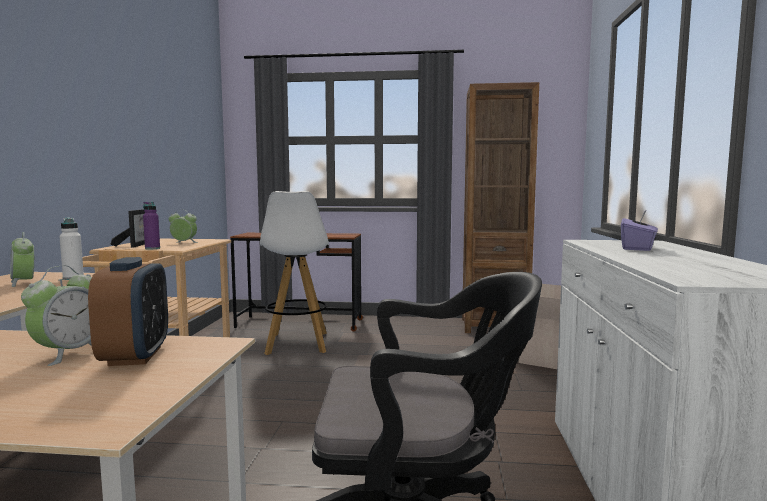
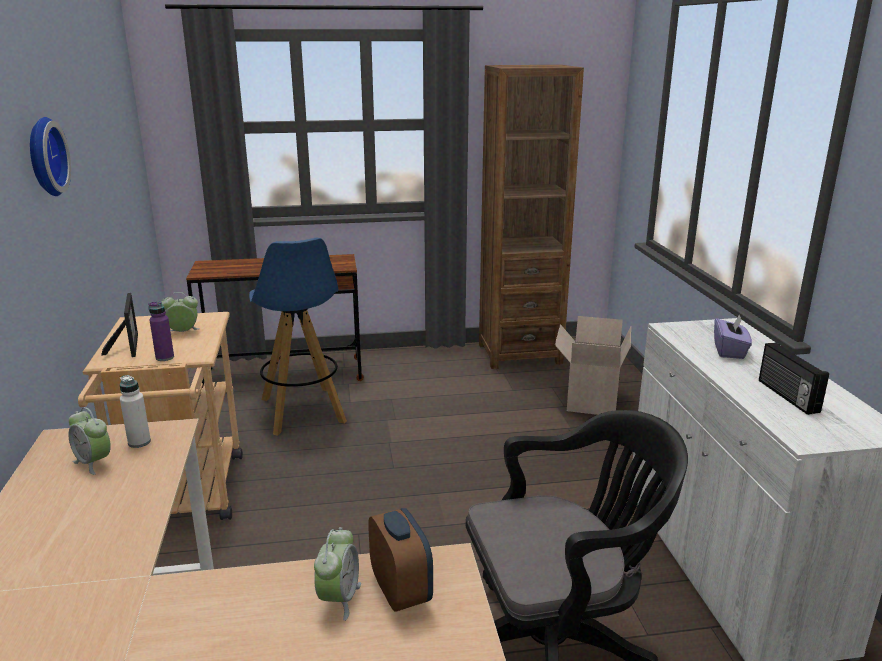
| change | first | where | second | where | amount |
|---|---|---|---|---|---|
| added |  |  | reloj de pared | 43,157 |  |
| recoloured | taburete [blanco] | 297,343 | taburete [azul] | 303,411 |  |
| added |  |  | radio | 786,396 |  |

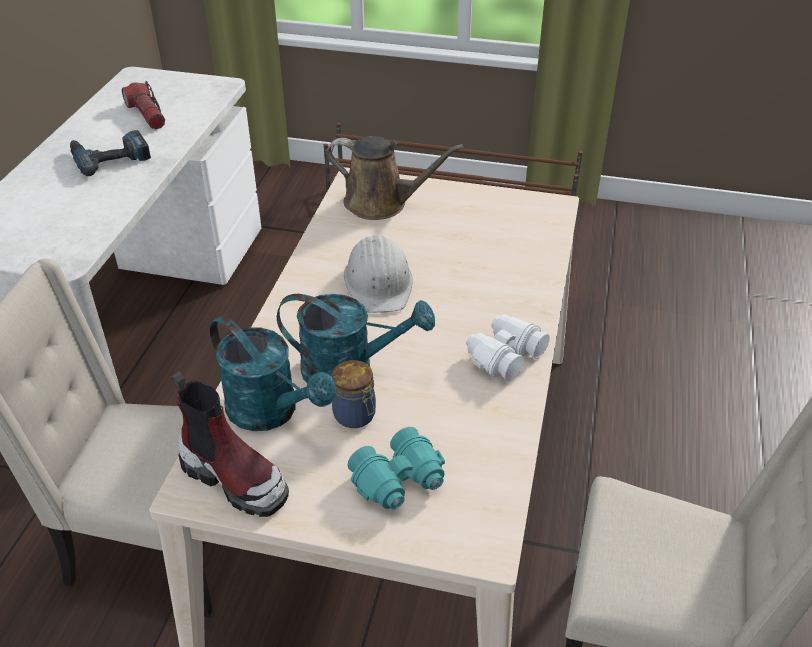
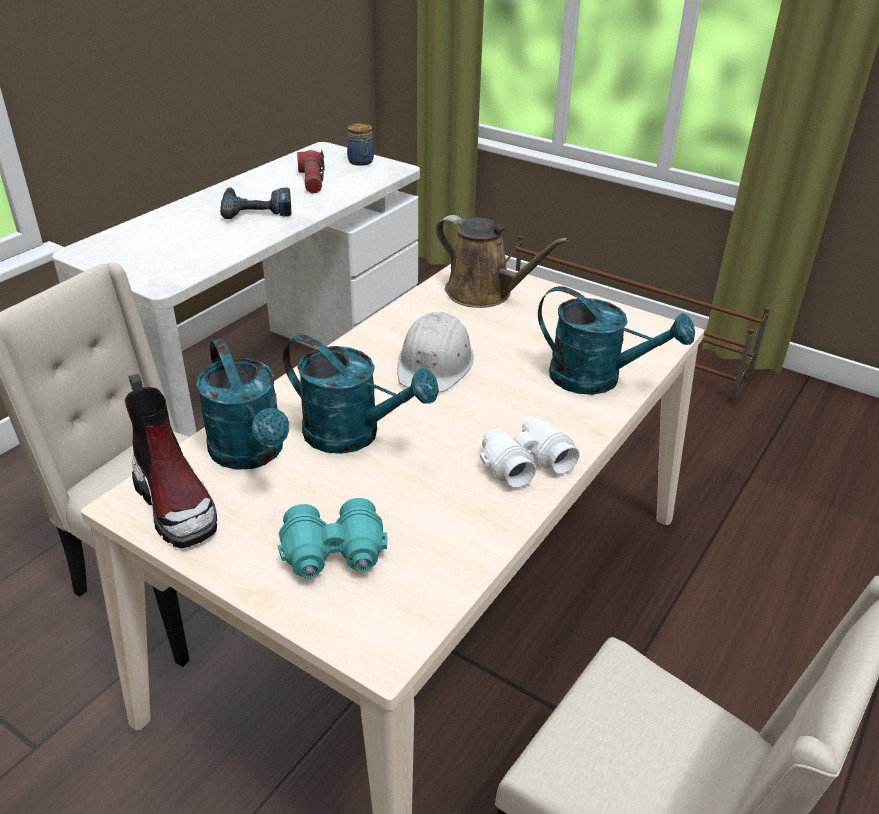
| change | first | where | second | where | amount |
|---|---|---|---|---|---|
| moved | tarro | 356,416 |  | 361,162 |  |
| added |  |  | regadera [turquesa] | 597,379 |  |

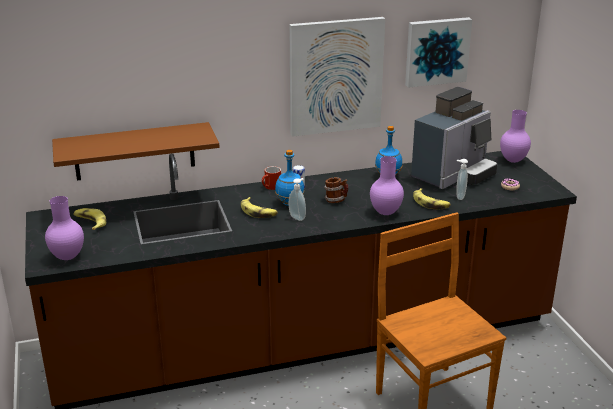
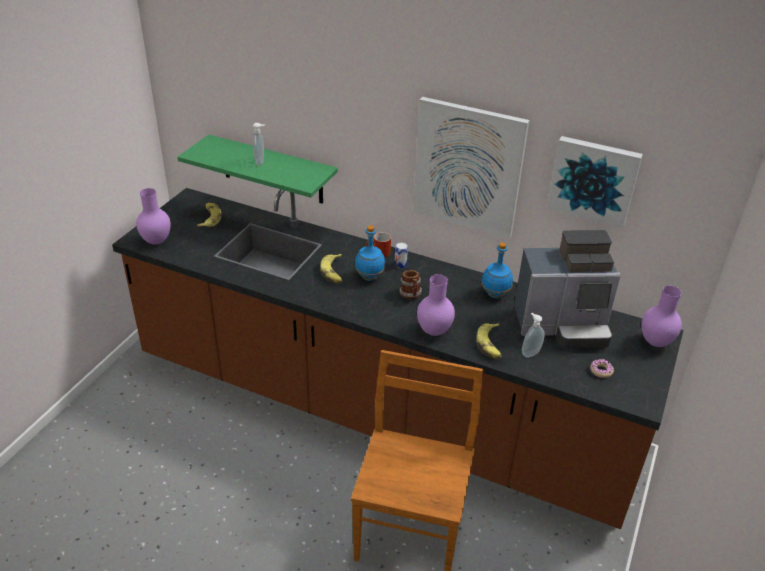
| change | first | where | second | where | amount |
|---|---|---|---|---|---|
| recoloured | estante [marrón] | 134,151 | estante [verde] | 272,170 |  |
| moved | dispensador de jabón | 298,217 |  | 260,162 |  |

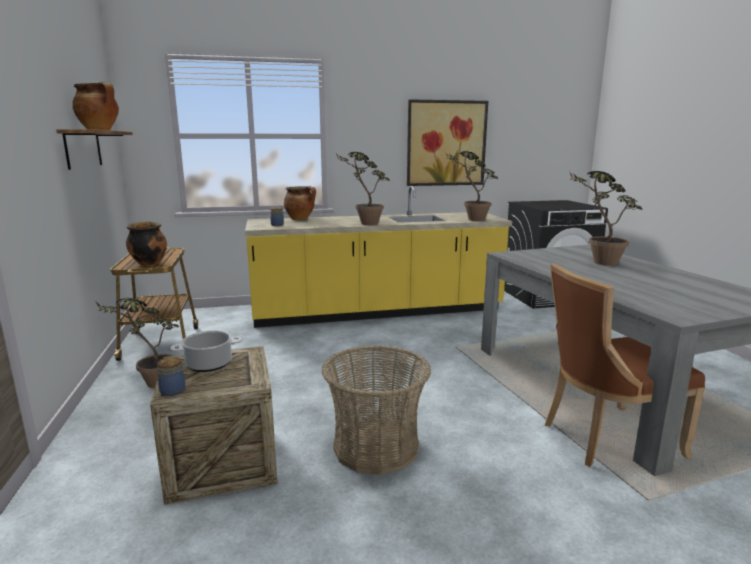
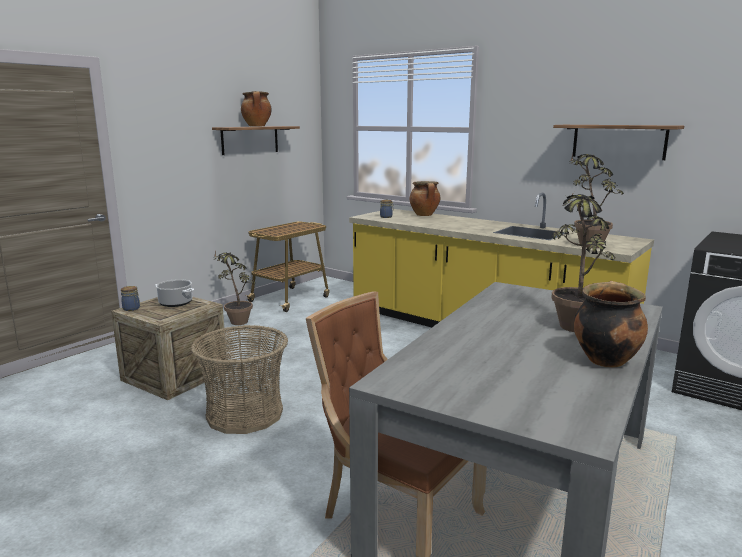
| change | first | where | second | where | amount |
|---|---|---|---|---|---|
| replaced | cuadro | 446,143 | estante | 618,141 |  |
| moved | olla | 149,263 |  | 605,359 |  |
| removed | planta en maceta | 363,223 |  |  |  |

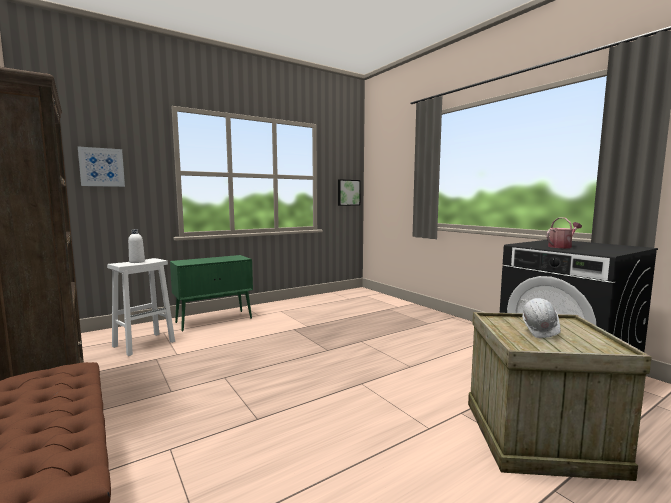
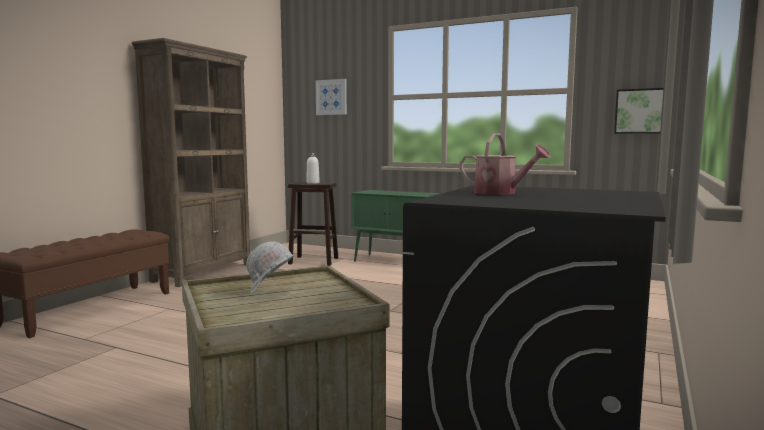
| change | first | where | second | where | amount |
|---|---|---|---|---|---|
| recoloured | taburete [blanco] | 145,344 | taburete [marrón] | 314,261 |  |

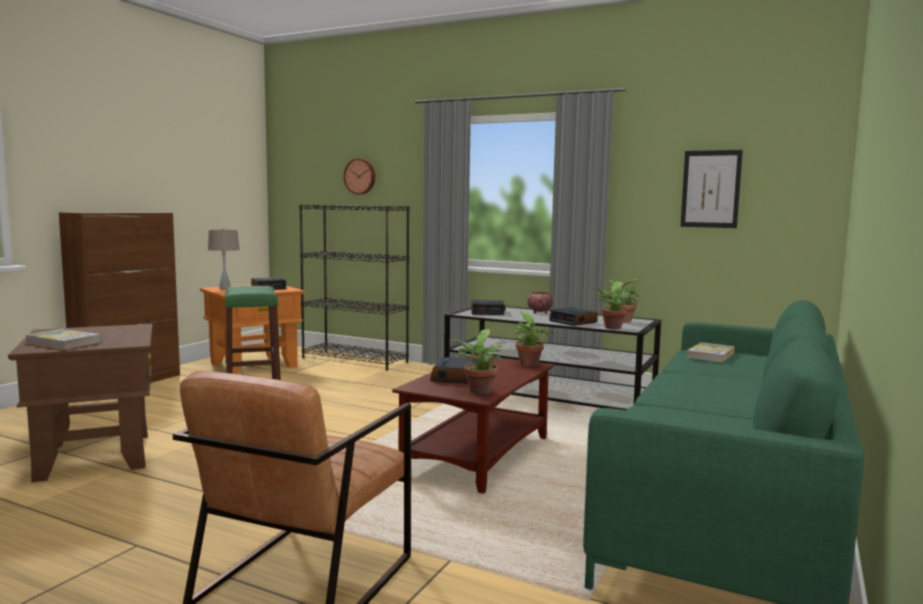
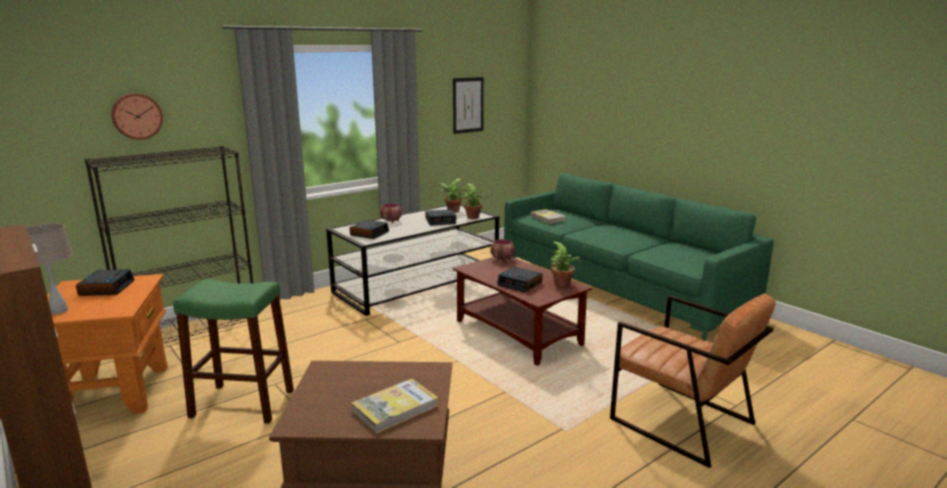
| change | first | where | second | where | amount |
|---|---|---|---|---|---|
| replaced | planta en maceta | 530,365 | cuenco | 502,259 |  |

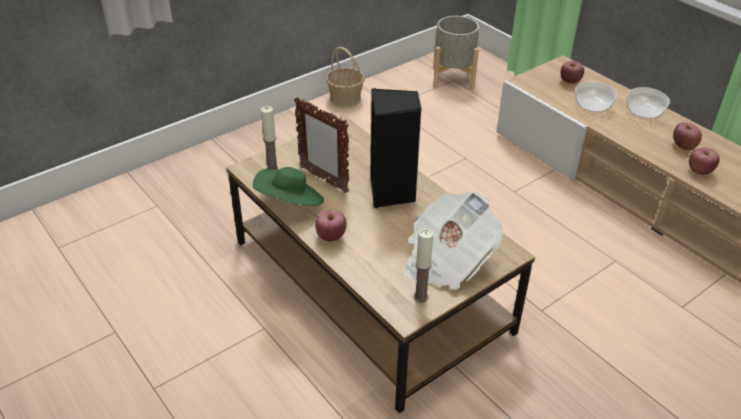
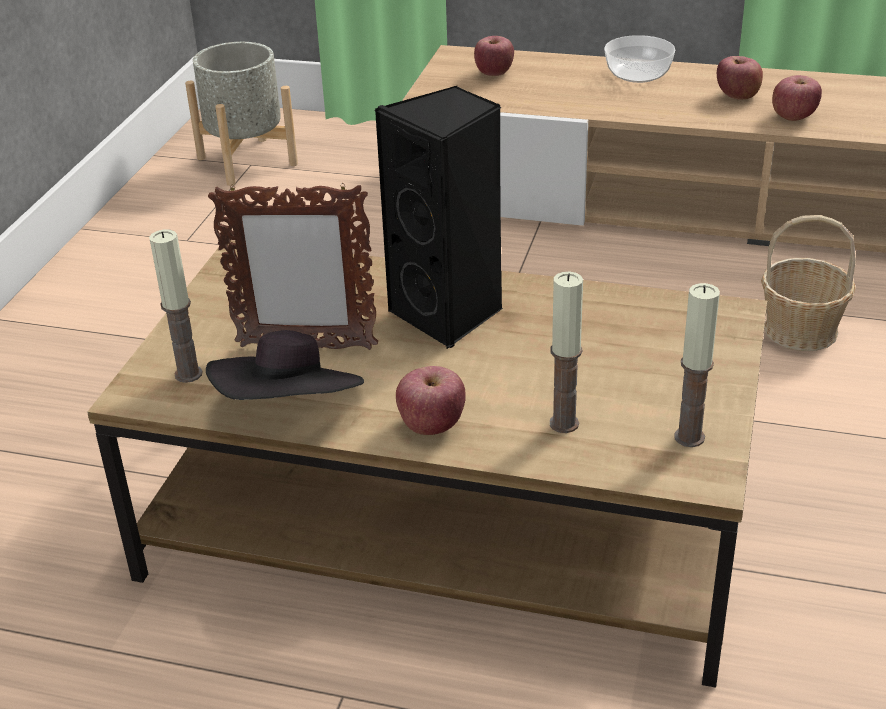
| change | first | where | second | where | amount |
|---|---|---|---|---|---|
| recoloured | sombrero [verde] | 290,203 | sombrero [negro] | 291,410 |  |
| added |  |  | vela | 564,423 |  |
| moved | cesta | 345,99 |  | 801,330 |  |
| removed | periódico | 447,259 |  |  |  |
| removed | cuenco | 592,105 |  |  |  |

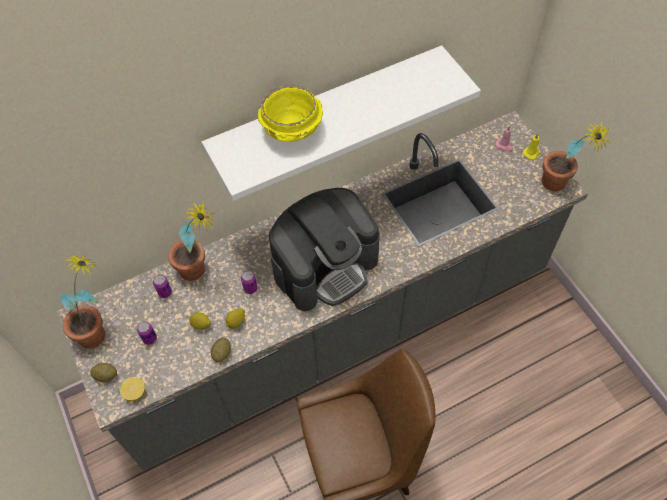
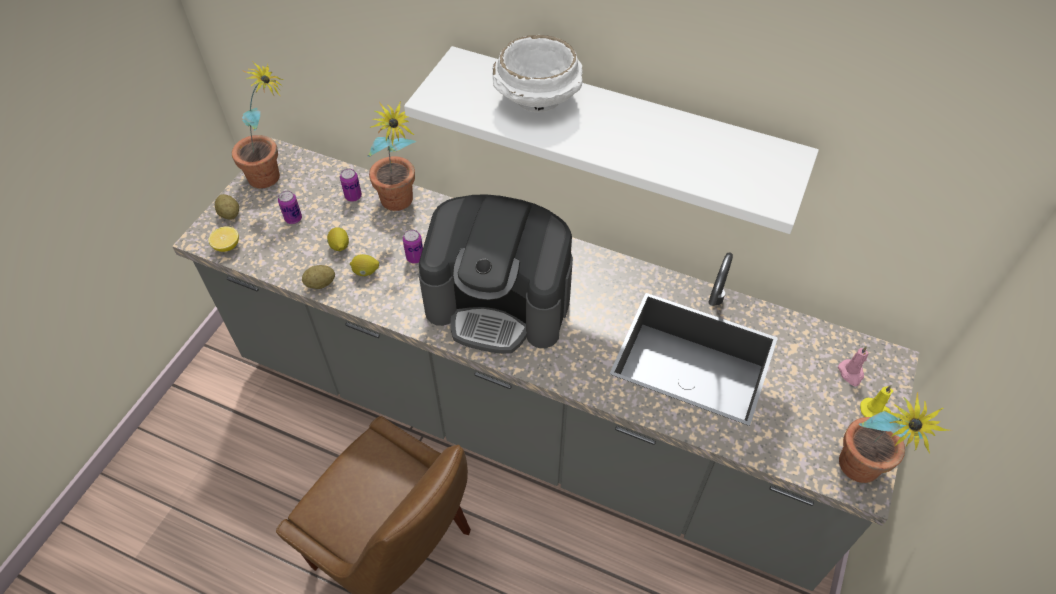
| change | first | where | second | where | amount |
|---|---|---|---|---|---|
| recoloured | cuenco [amarillo] | 292,130 | cuenco [blanco] | 537,99 |  |

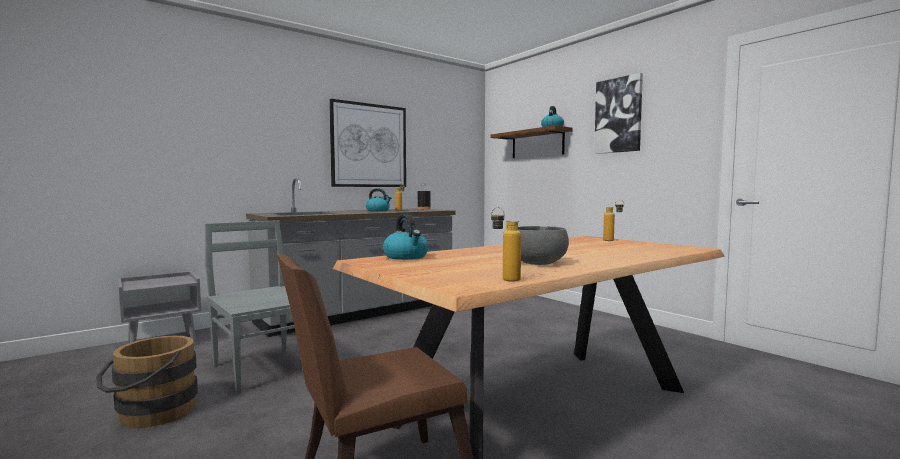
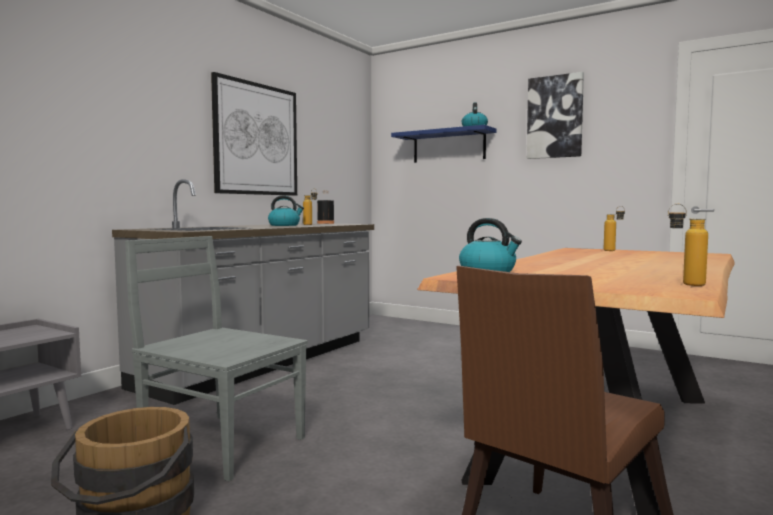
| change | first | where | second | where | amount |
|---|---|---|---|---|---|
| recoloured | estante [marrón] | 537,144 | estante [azul] | 449,146 |  |
| removed | cuenco [gris] | 538,262 |  |  |  |

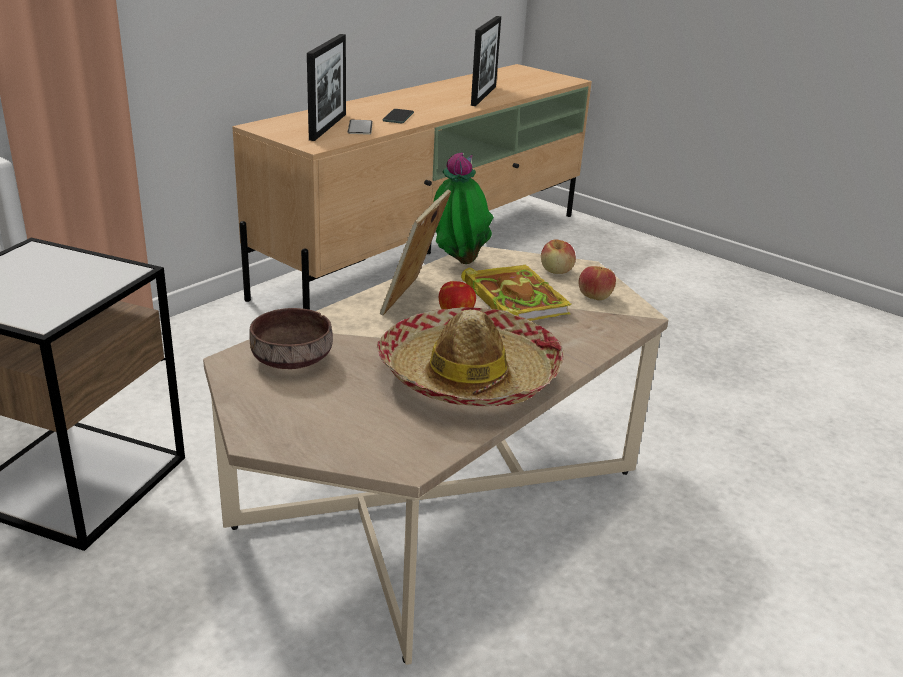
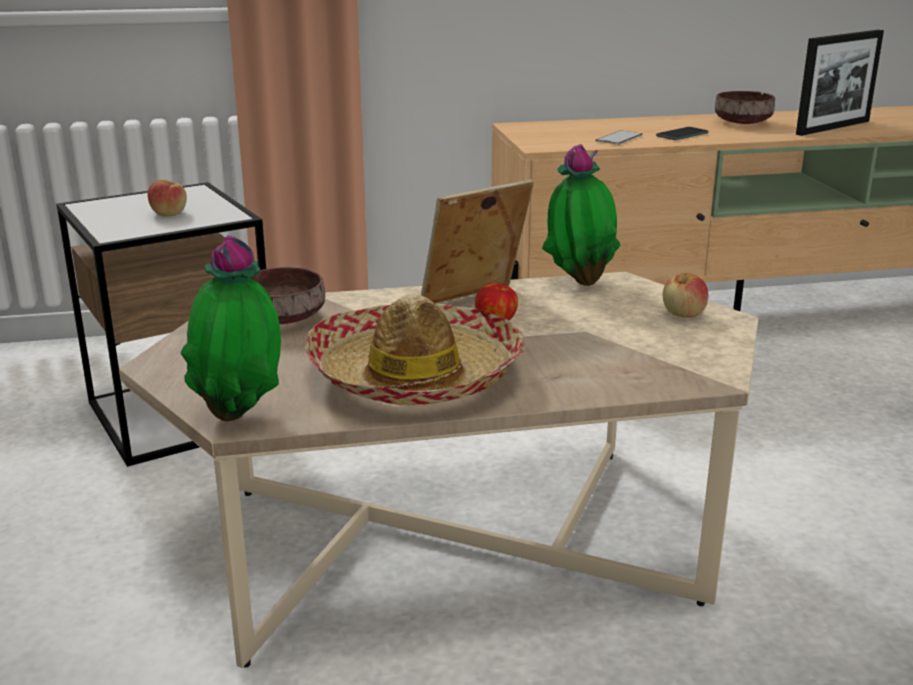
| change | first | where | second | where | amount |
|---|---|---|---|---|---|
| moved | manzana | 595,296 |  | 169,213 |  |
| added |  |  | planta en maceta | 241,417 |  |
| added |  |  | cuenco [marrón] | 741,122 |  |
| removed | portarretratos | 328,127 |  |  |  |
| removed | libro | 512,298 |  |  |  |

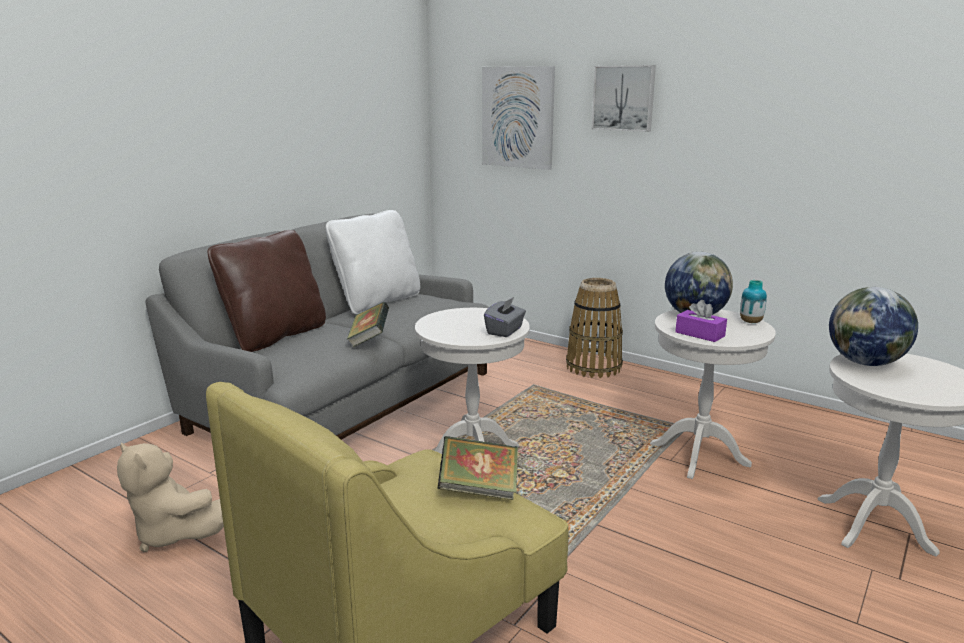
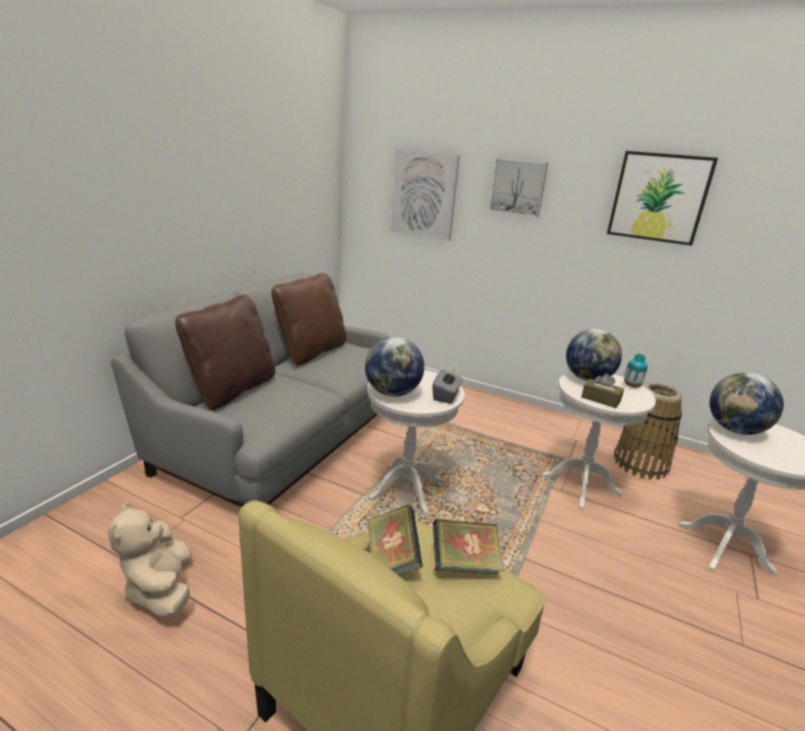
| change | first | where | second | where | amount |
|---|---|---|---|---|---|
| turned | peluche [beis] | 173,534 |  | 161,590 | 45 degrees clockwise |
| recoloured | cojín [blanco] | 377,302 | cojín [marrón] | 311,352 |  |
| added |  |  | globo terráqueo | 392,393 |  |
| moved | libro | 369,339 |  | 392,559 |  |
| recoloured | caja de pañuelos [morado] | 700,334 | caja de pañuelos [marrón] | 600,399 |  |
| added |  |  | cuadro | 659,197 |  |
| moved | cesta | 594,367 |  | 640,464 |  |

